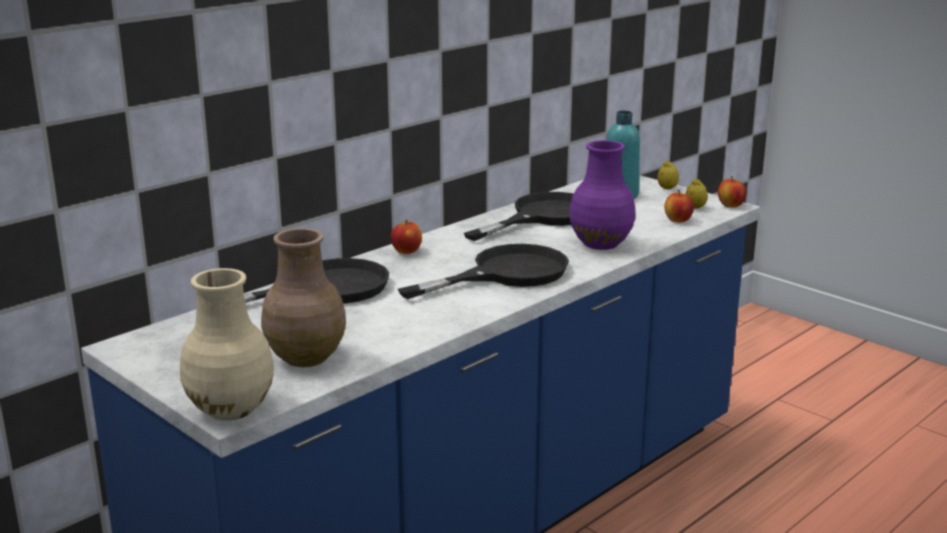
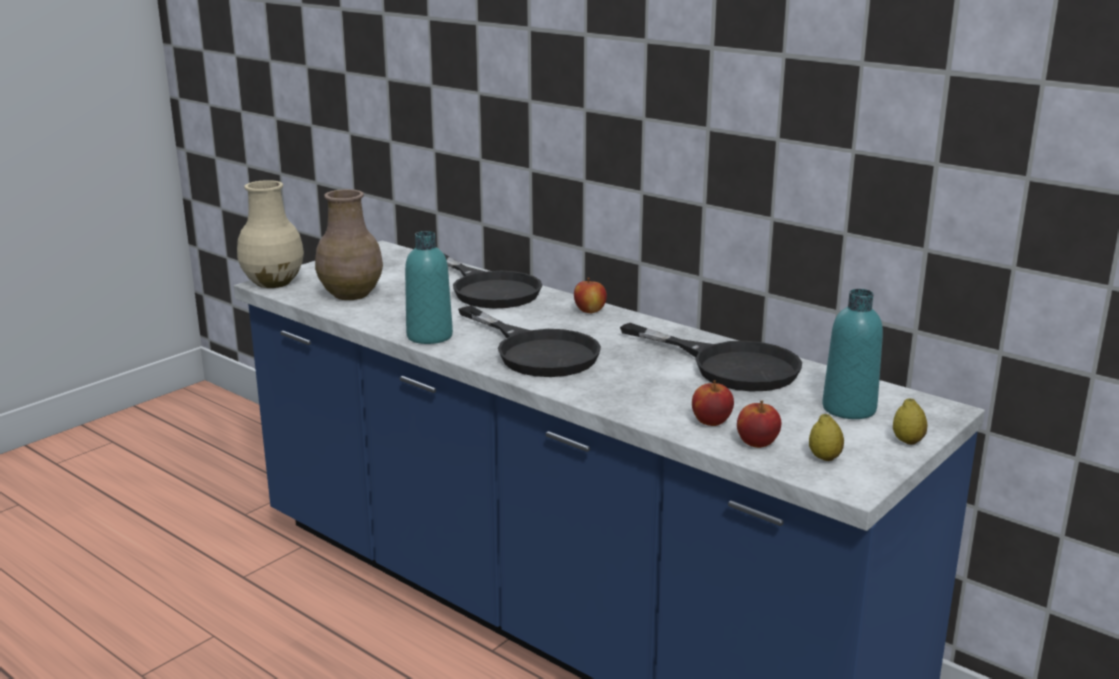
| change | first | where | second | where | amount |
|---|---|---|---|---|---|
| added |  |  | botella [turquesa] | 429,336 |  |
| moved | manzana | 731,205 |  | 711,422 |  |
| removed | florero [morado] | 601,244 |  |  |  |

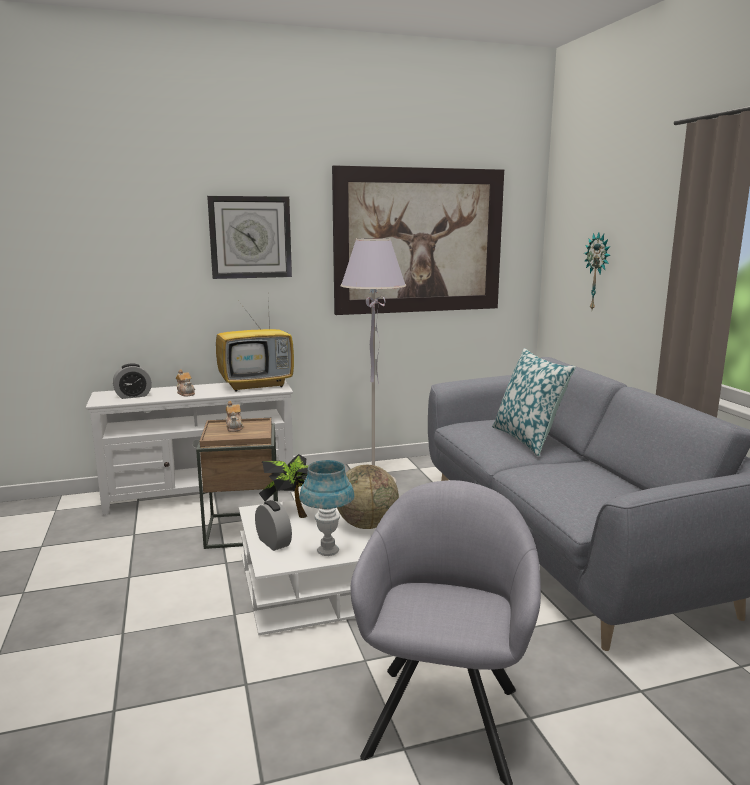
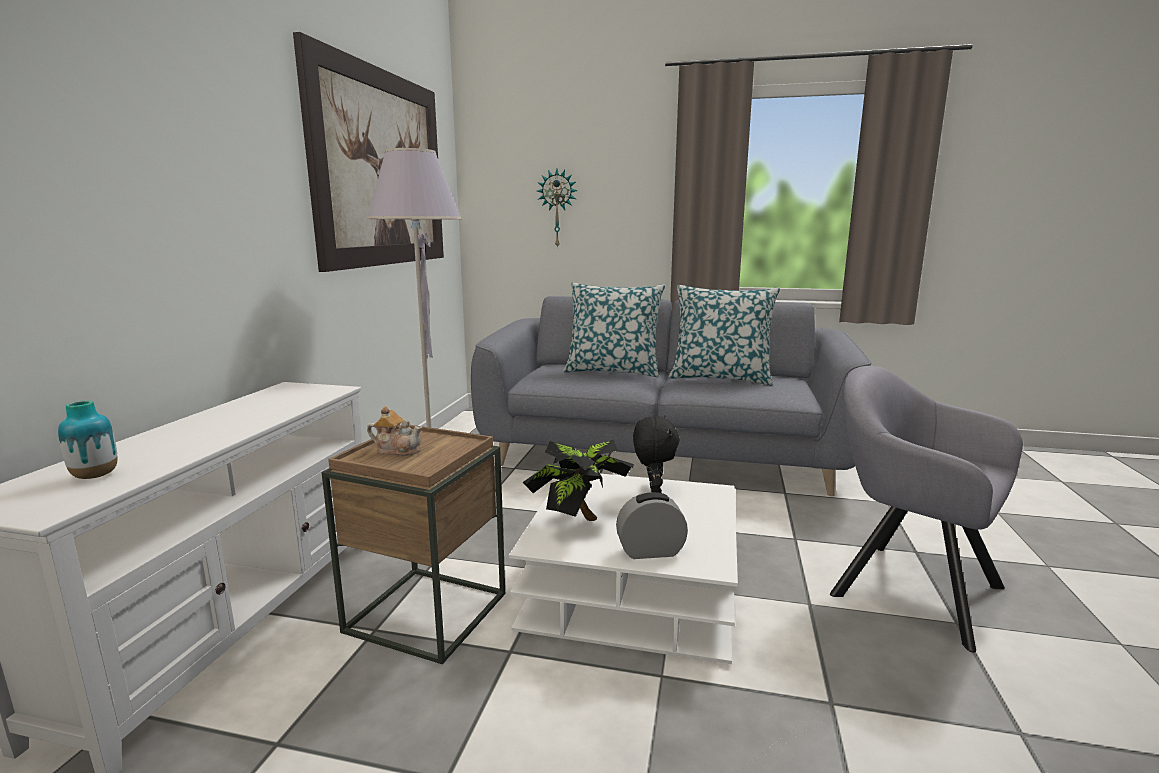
| change | first | where | second | where | amount |
|---|---|---|---|---|---|
| replaced | despertador | 133,396 | florero | 95,476 |  |
| replaced | globo terráqueo | 367,525 | peluche [negro] | 653,491 |  |
| added |  |  | cojín | 720,378 |  |
| removed | tetera | 186,393 |  |  |  |
| removed | reloj de pared | 250,237 |  |  |  |
| removed | televisor | 257,385 |  |  |  |
| removed | lámpara de mesa [azul] | 328,551 |  |  |  |

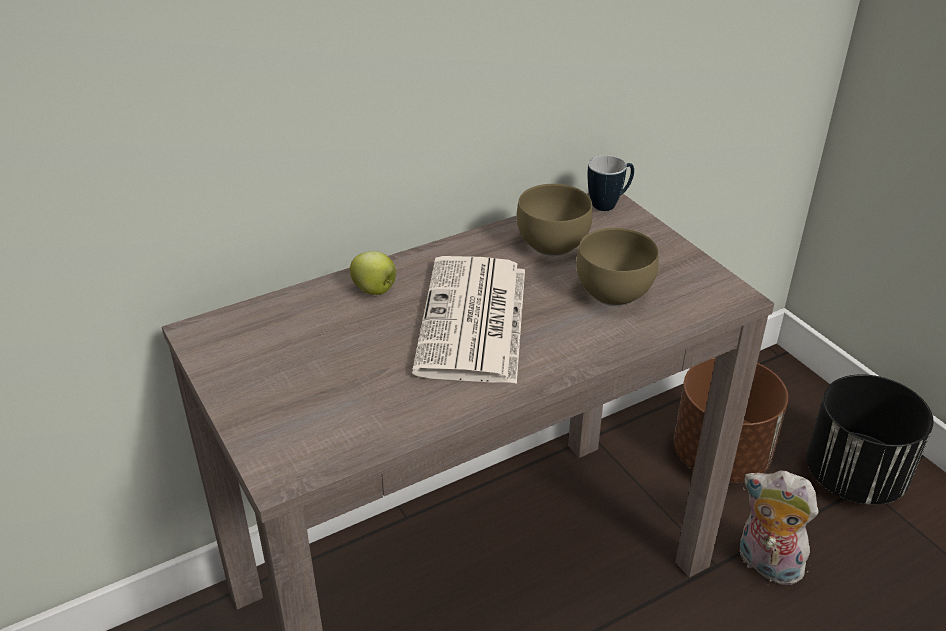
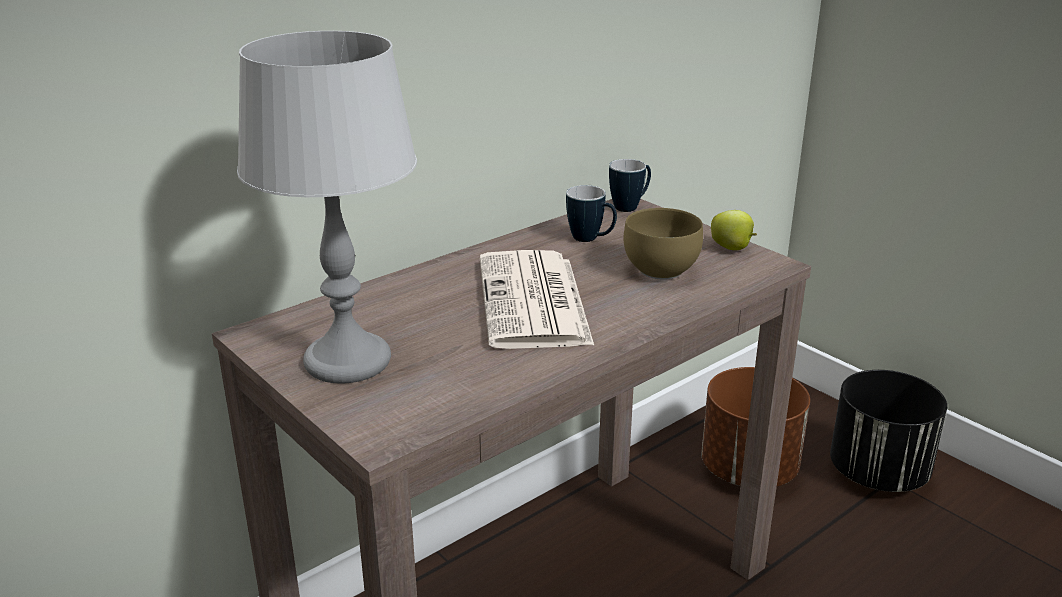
| change | first | where | second | where | amount |
|---|---|---|---|---|---|
| added |  |  | lámpara de mesa [gris] | 349,361 |  |
| replaced | cuenco [marrón] | 555,245 | taza grande | 591,240 |  |
| moved | manzana | 375,290 |  | 732,248 |  |
| removed | peluche | 765,565 |  |  |  |

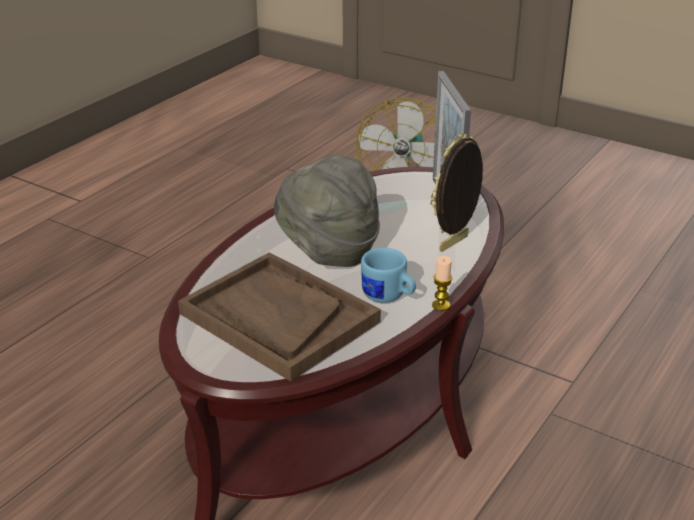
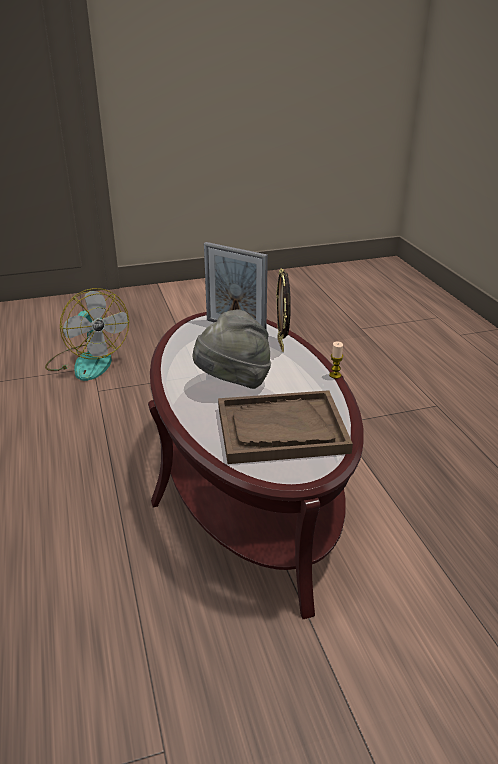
| change | first | where | second | where | amount |
|---|---|---|---|---|---|
| removed | taza grande [azul] | 388,297 |  |  |  |

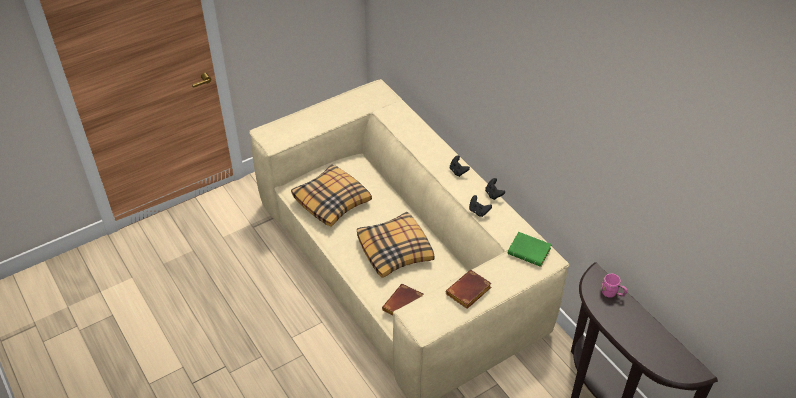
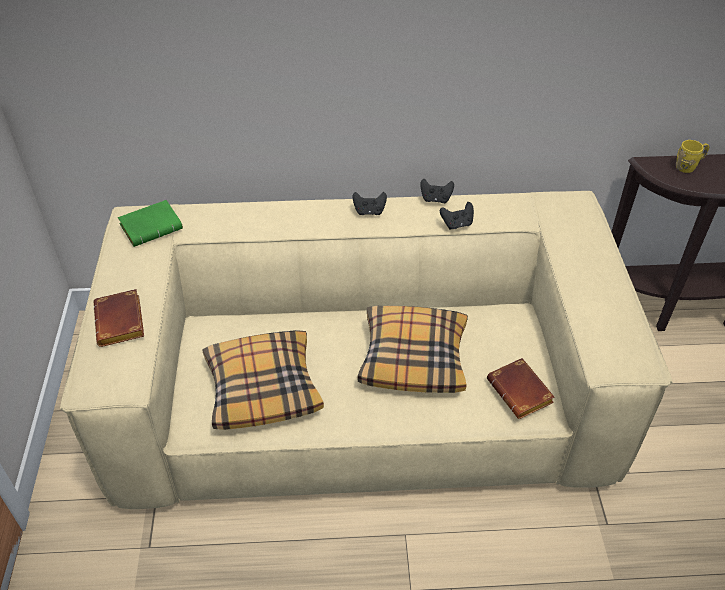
| change | first | where | second | where | amount |
|---|---|---|---|---|---|
| moved | libro [marrón] | 468,293 |  | 122,323 |  |
| moved | libro [verde] | 530,251 |  | 152,226 |  |
| recoloured | taza grande [rosa] | 612,294 | taza grande [amarillo] | 689,166 |  |

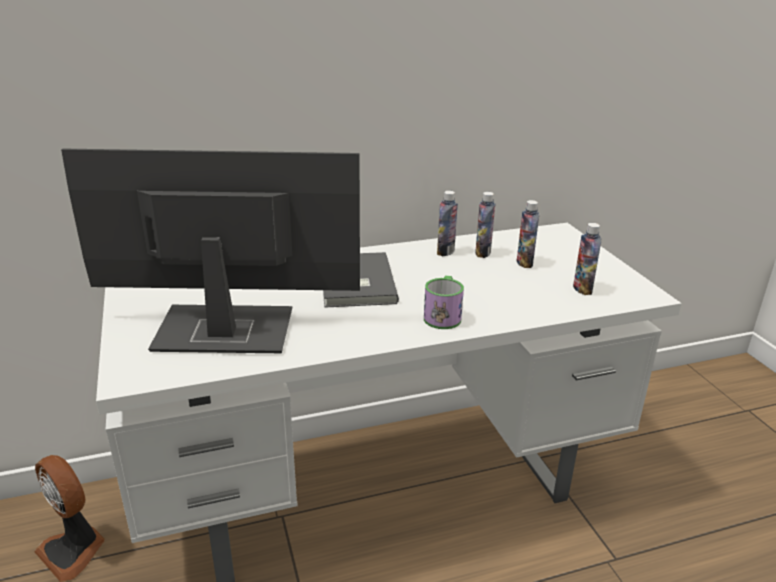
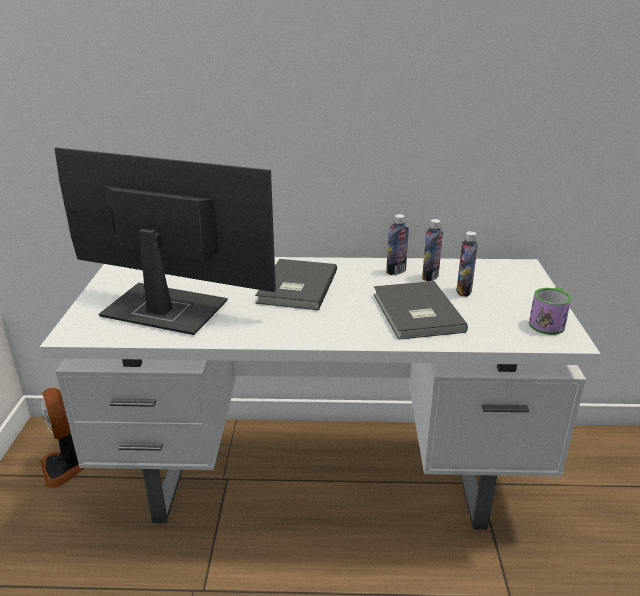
| change | first | where | second | where | amount |
|---|---|---|---|---|---|
| added |  |  | libro [gris] | 415,313 |  |
| moved | taza grande | 443,315 |  | 548,322 |  |
| removed | botella | 582,289 |  |  |  |

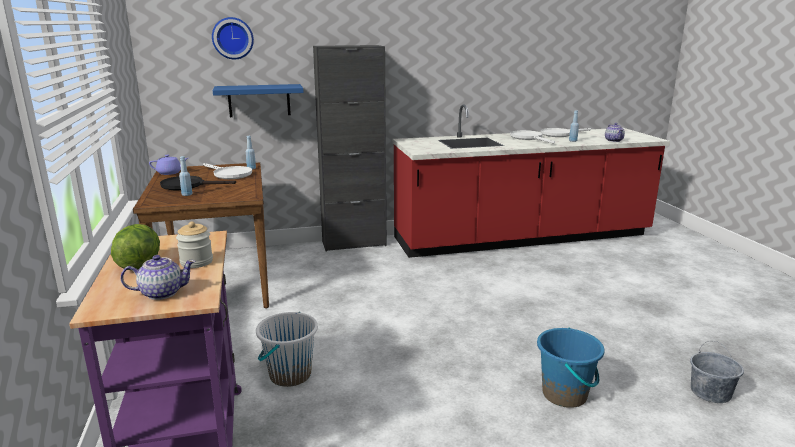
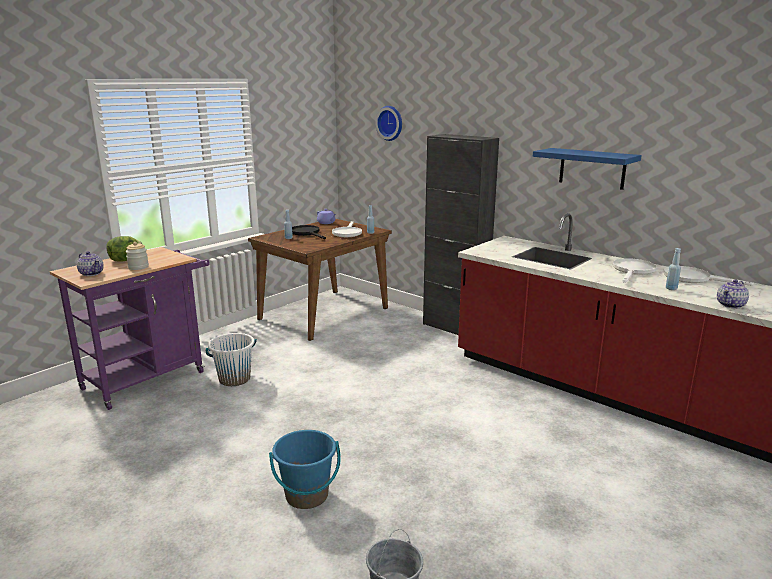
| change | first | where | second | where | amount |
|---|---|---|---|---|---|
| moved | estante [azul] | 259,100 |  | 592,168 |  |

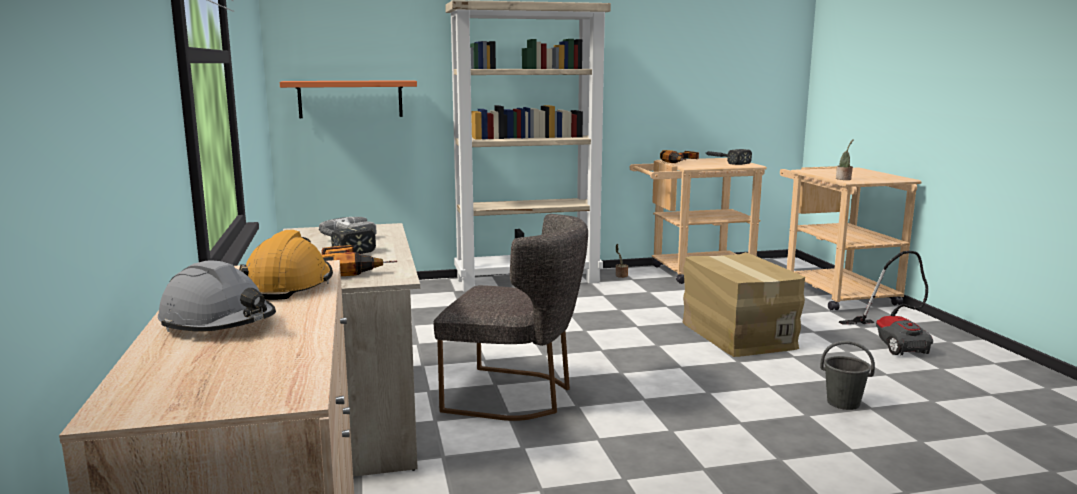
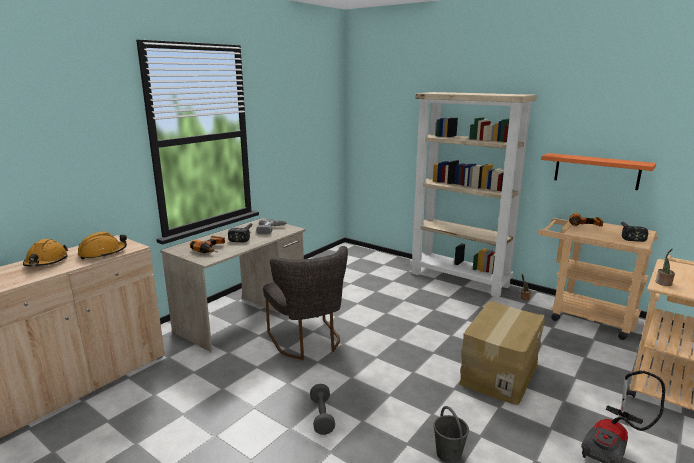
| change | first | where | second | where | amount |
|---|---|---|---|---|---|
| recoloured | casco [gris] | 218,323 | casco [naranja] | 46,262 |  |
| added |  |  | mancuerna [gris] | 322,416 |  |
| moved | estante [naranja] | 350,99 |  | 596,171 |  |

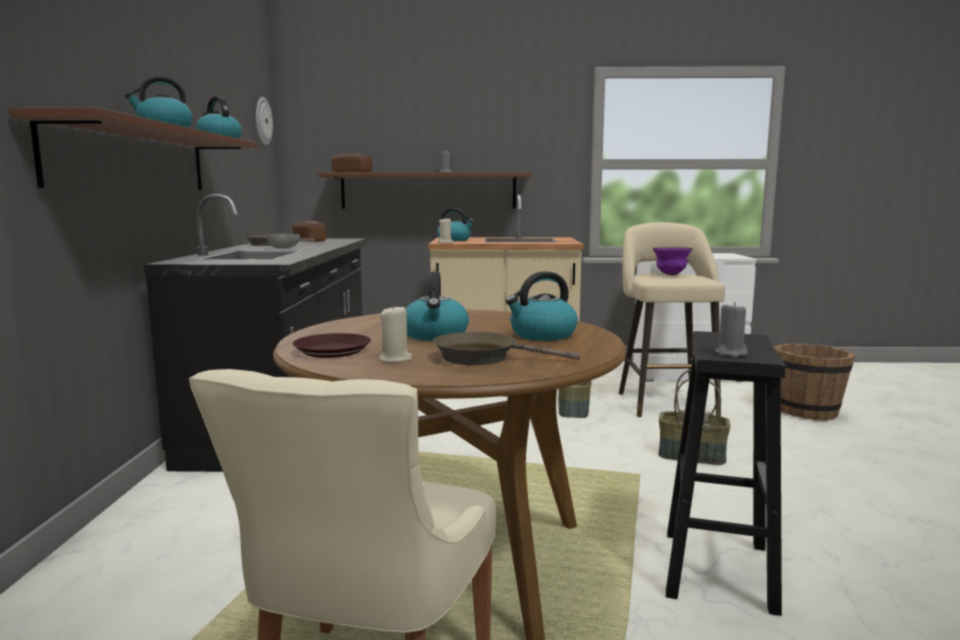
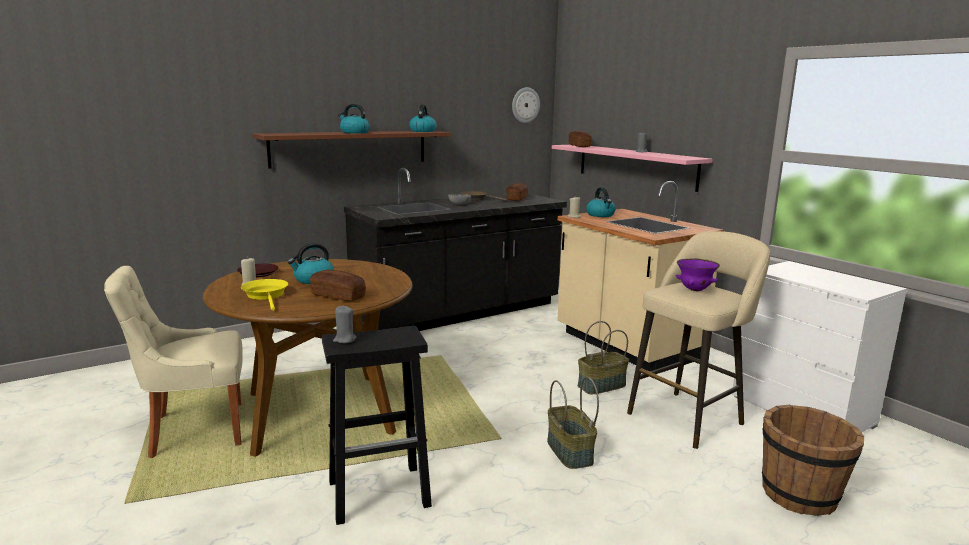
| change | first | where | second | where | amount |
|---|---|---|---|---|---|
| recoloured | sartén [marrón] | 482,358 | sartén [amarillo] | 266,296 |  |
| replaced | hervidor | 542,335 | pan | 338,296 |  |
| recoloured | estante [marrón] | 428,191 | estante [rosa] | 635,166 |  |

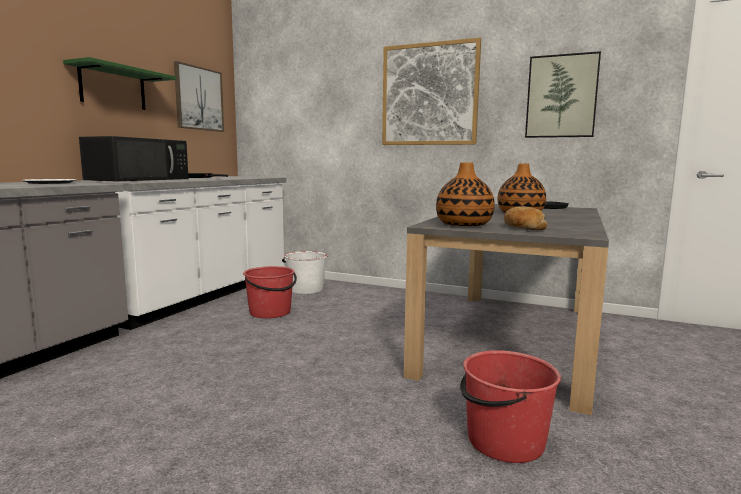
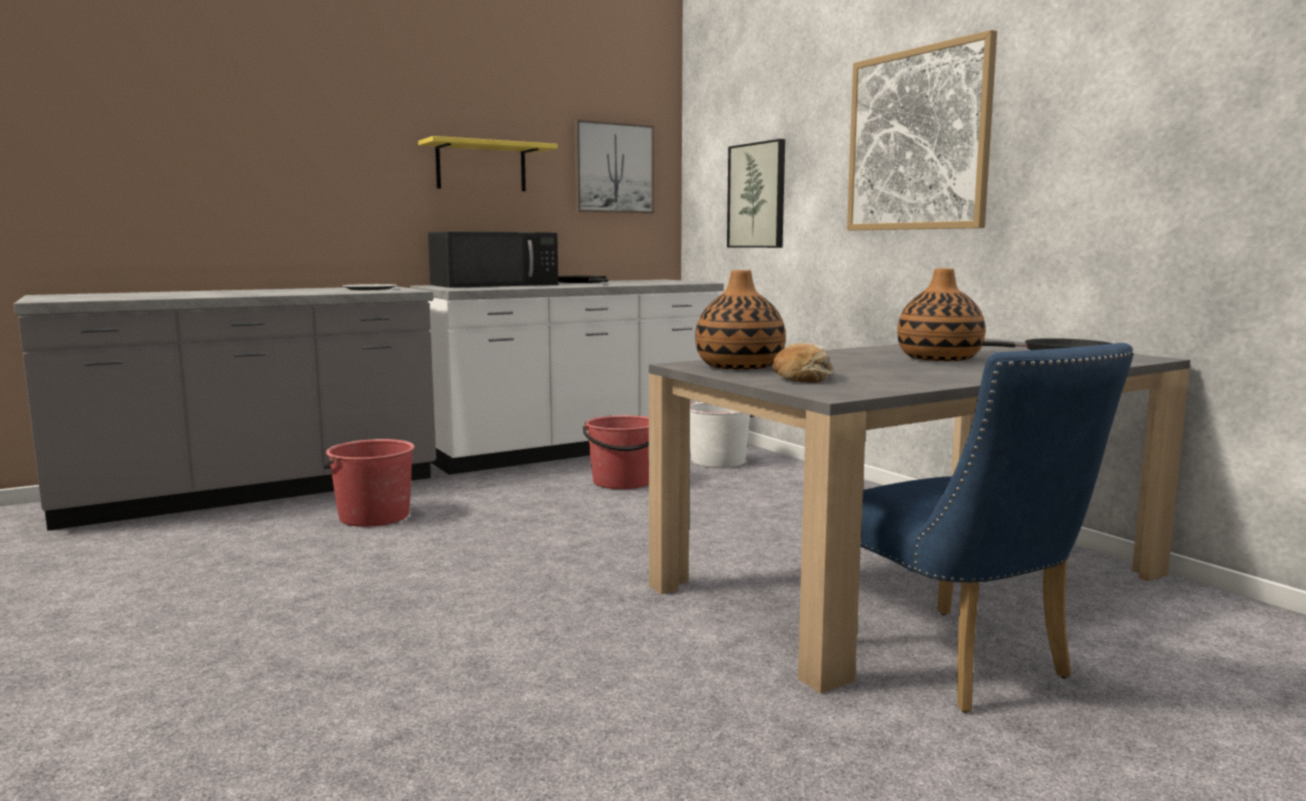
| change | first | where | second | where | amount |
|---|---|---|---|---|---|
| moved | cubo [rojo] | 504,441 |  | 373,516 |  |
| recoloured | estante [verde] | 113,88 | estante [amarillo] | 481,167 |  |
| moved | cuadro | 561,96 |  | 757,195 |  |
| added |  |  | silla [azul] | 960,666 |  |

